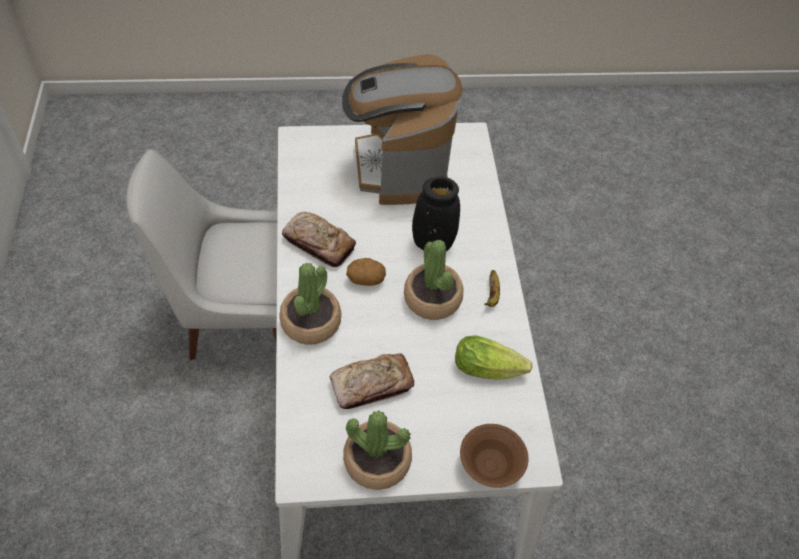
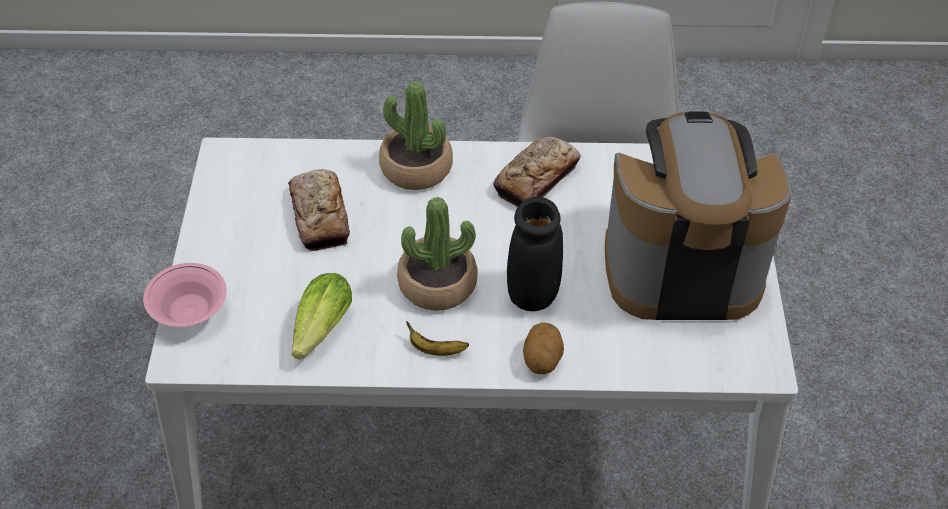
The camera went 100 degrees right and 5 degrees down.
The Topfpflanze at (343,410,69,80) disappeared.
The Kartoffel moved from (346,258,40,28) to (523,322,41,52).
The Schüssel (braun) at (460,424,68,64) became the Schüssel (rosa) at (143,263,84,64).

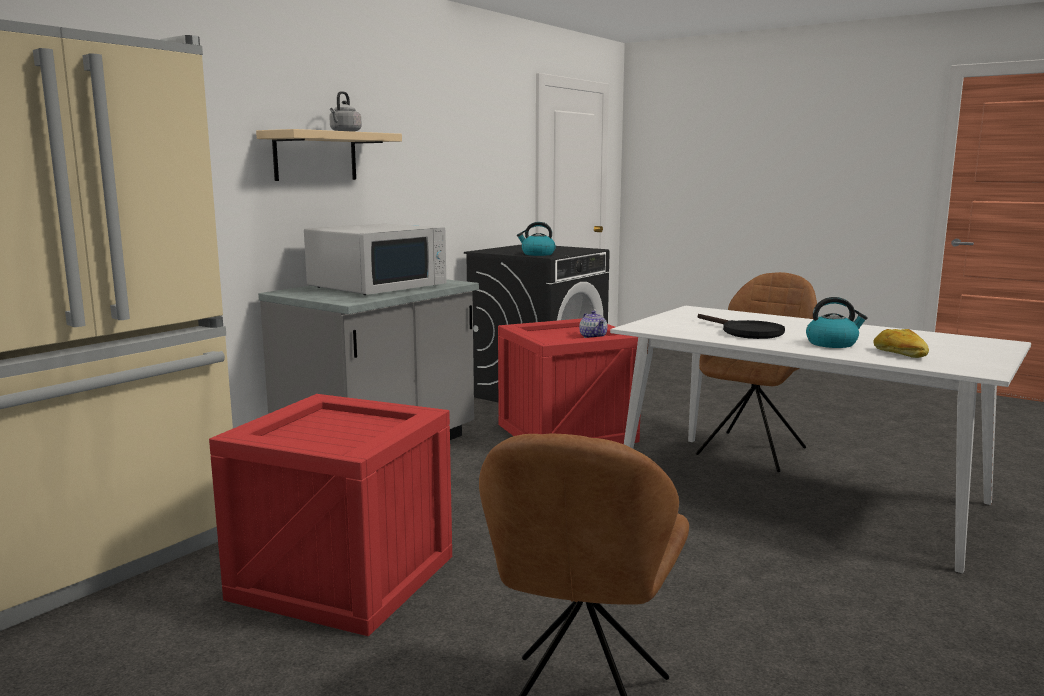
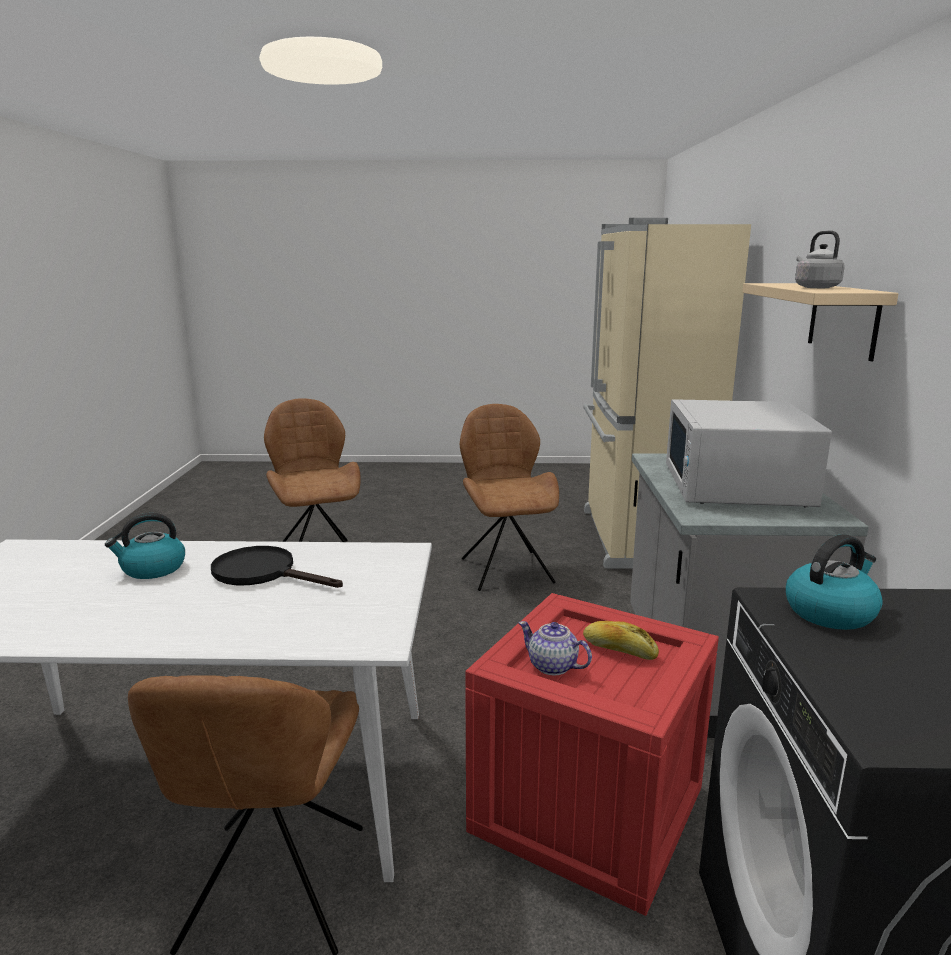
The camera went 145 degrees right and 5 degrees up.
The Brot moved from (873,329,56,29) to (583,621,76,39).
The Kiste at (209,394,243,243) was replaced by the Stuhl (braun) at (460,404,99,187).

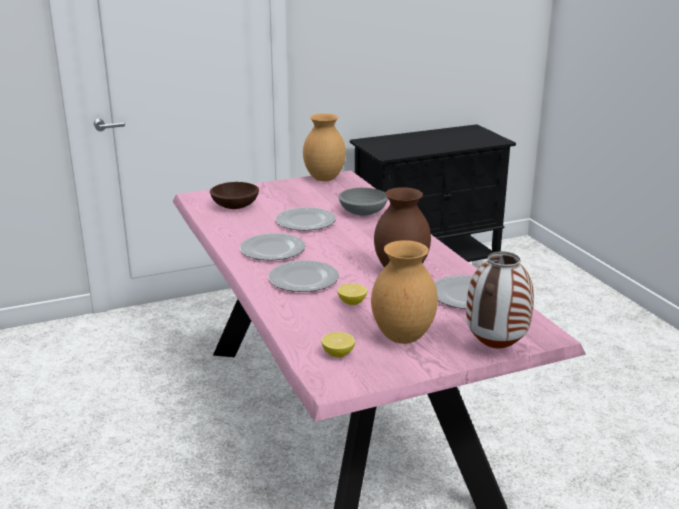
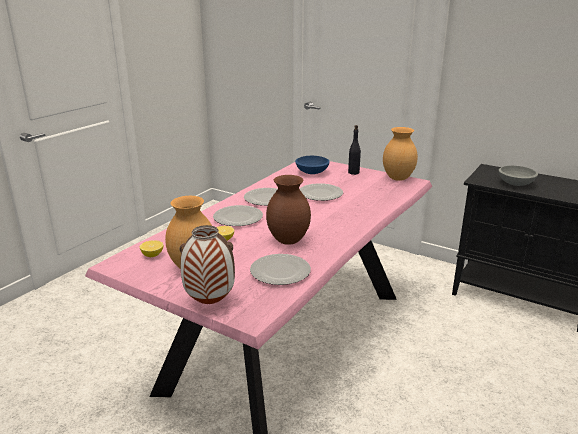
The camera went 55 degrees right and 0 degrees up.
The Flasche (schwarz) at (348,125,13,50) appeared.
The Schüssel (grau) moved from (338,188,50,28) to (499,166,39,20).
The Schüssel (braun) at (210,182,49,27) became the Schüssel (blau) at (295,156,35,18).

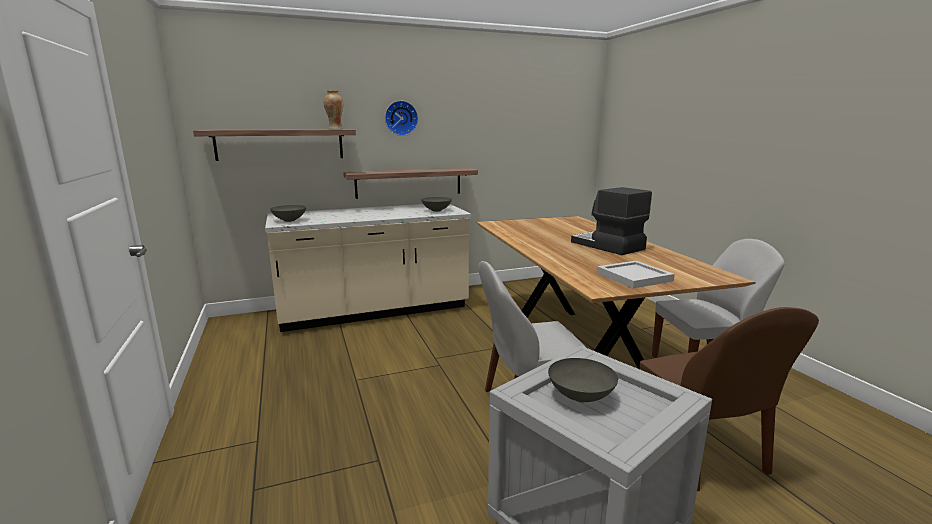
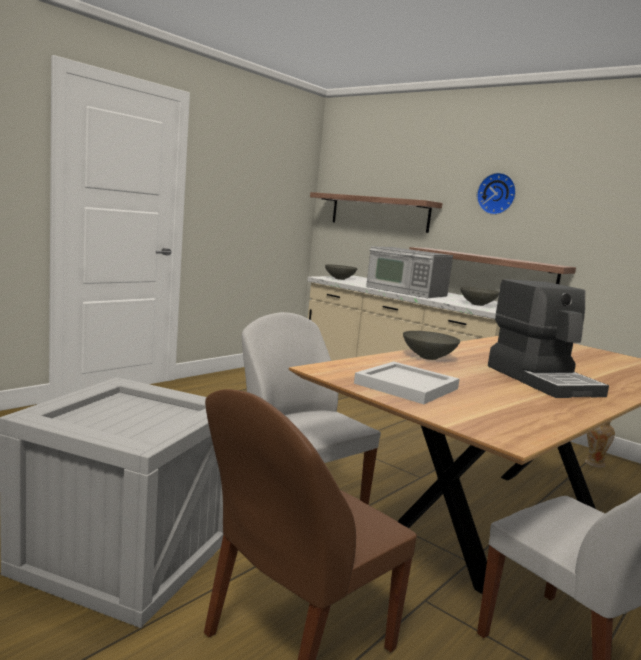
The camera went 60 degrees right and 5 degrees down.
The Mikrowelle at (366,246,87,52) appeared.
The Vase moved from (323,90,21,39) to (585,421,30,47).
The Schüssel (grau) moved from (548,358,70,44) to (403,331,57,29).
The Kaffeemaschine at (571,187,81,68) turned 135 degrees clockwise.

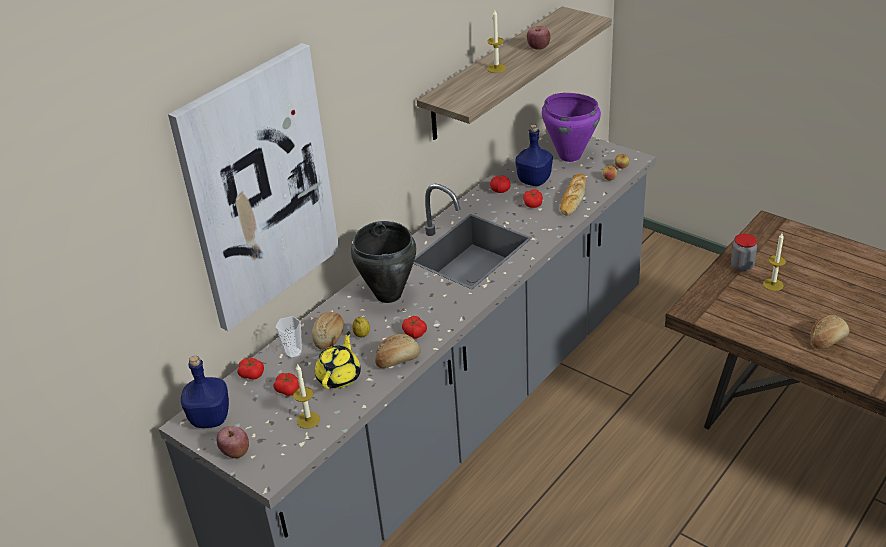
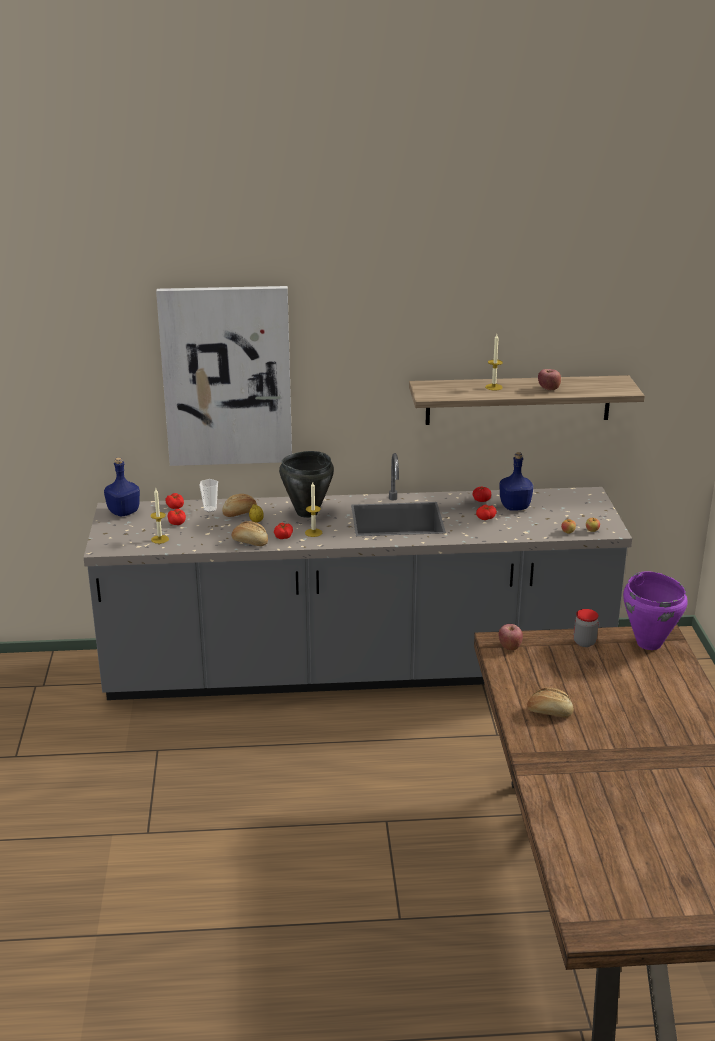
The camera went 45 degrees right and 10 degrees down.
The Teekanne (gelb) at (315,331,46,58) disappeared.
The Brot at (560,174,26,42) disappeared.
The Apfel moved from (217,426,32,32) to (499,624,24,27).
The Kochtopf (lila) moved from (542,93,59,69) to (623,571,64,79).
The Kerze moved from (763,233,23,58) to (305,482,17,55).

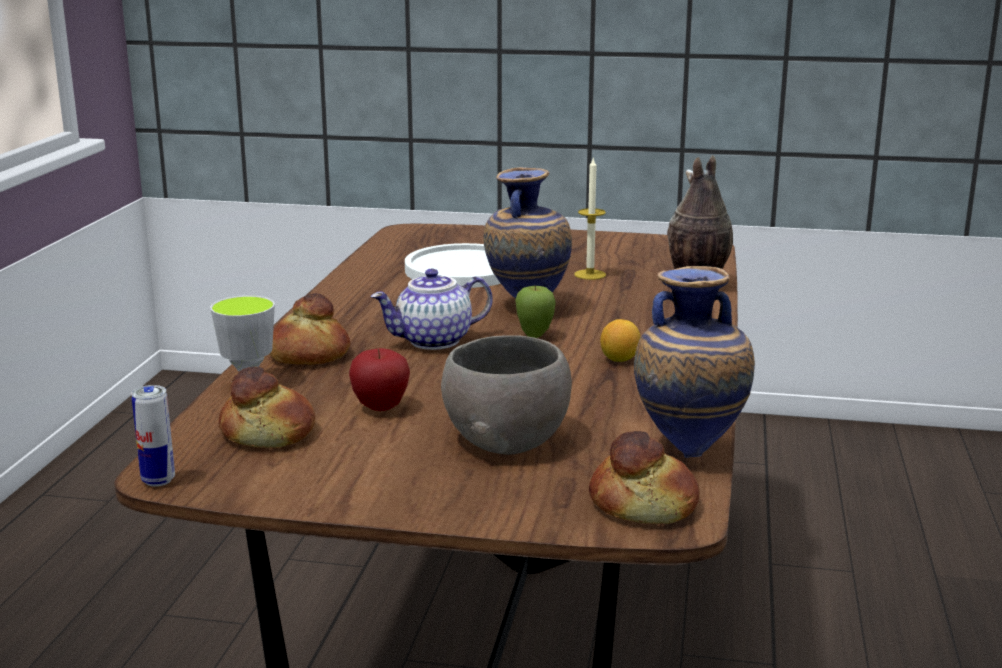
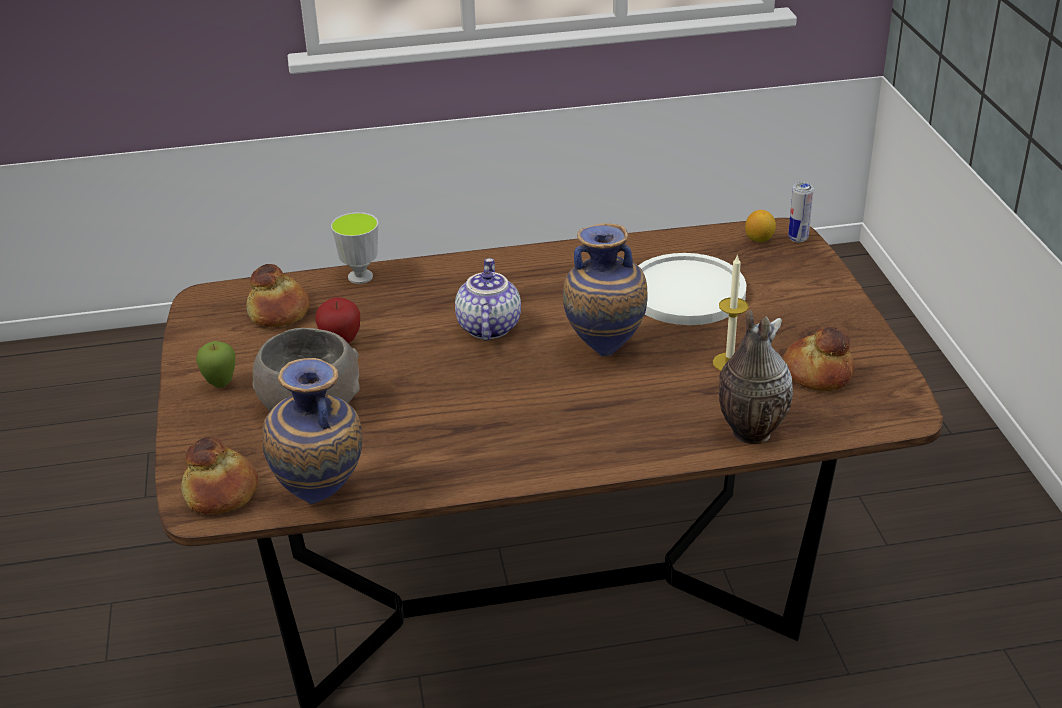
The camera went 70 degrees right and 15 degrees up.
The Dose moved from (131,385,44,102) to (788,182,26,61).
The Brot moved from (270,293,80,72) to (783,327,71,64).
The Apfel moved from (515,286,41,52) to (196,341,40,47).
The Zitrone moved from (600,319,41,43) to (745,210,31,32).
The Teekanne at (370,269,123,81) turned 45 degrees clockwise.

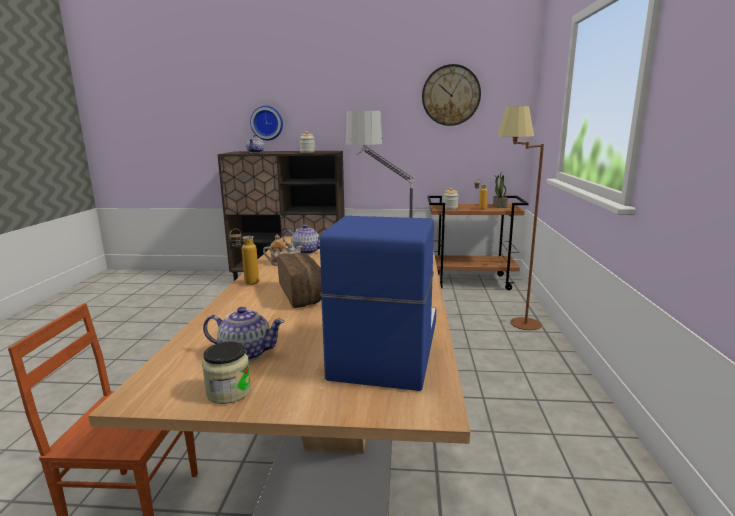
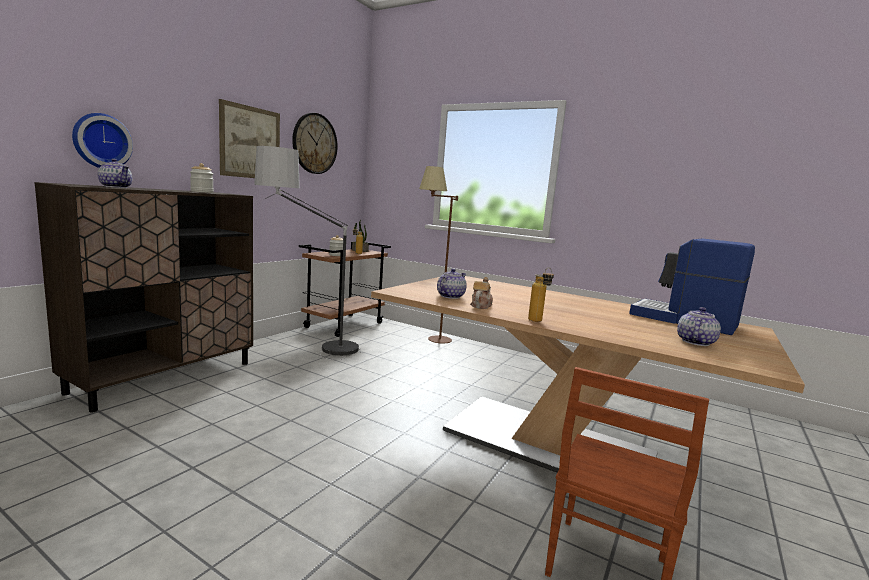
The camera went 65 degrees left and 5 degrees down.
The Vorratsglas at (202,342,49,62) disappeared.
The Brot at (277,253,45,55) disappeared.
The Bild at (219,99,61,79) appeared.

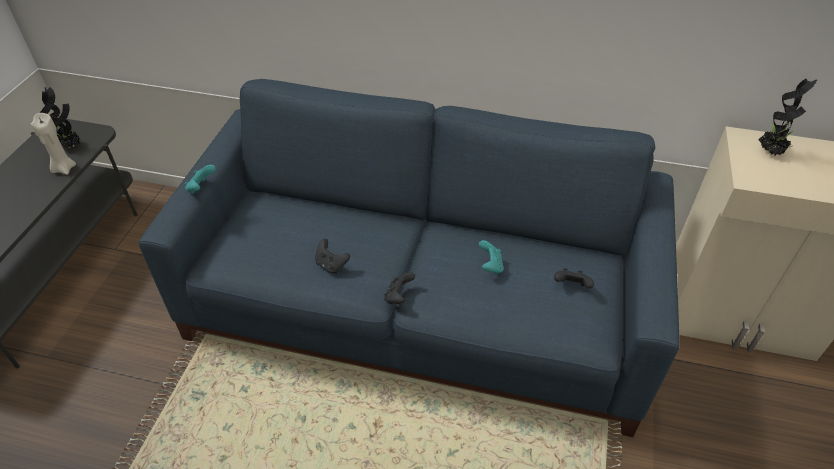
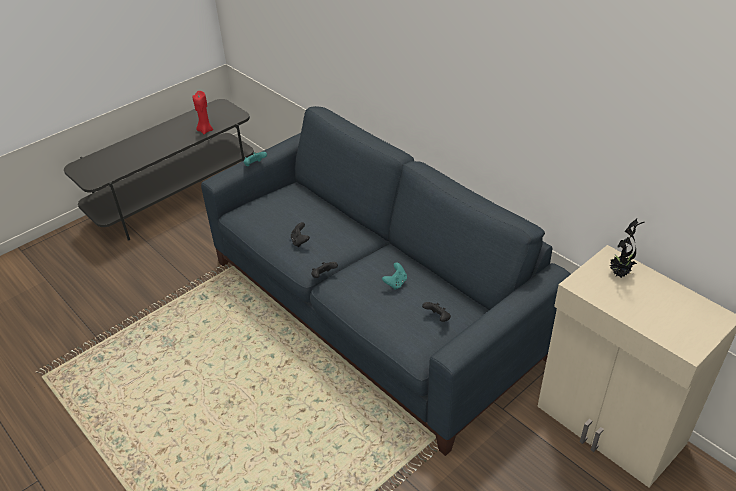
The camera went 35 degrees right and 5 degrees down.
The Topfpflanze at (40,87,40,61) disappeared.
The Kerze (beige) at (31,113,45,62) became the Kerze (rot) at (192,91,21,44).

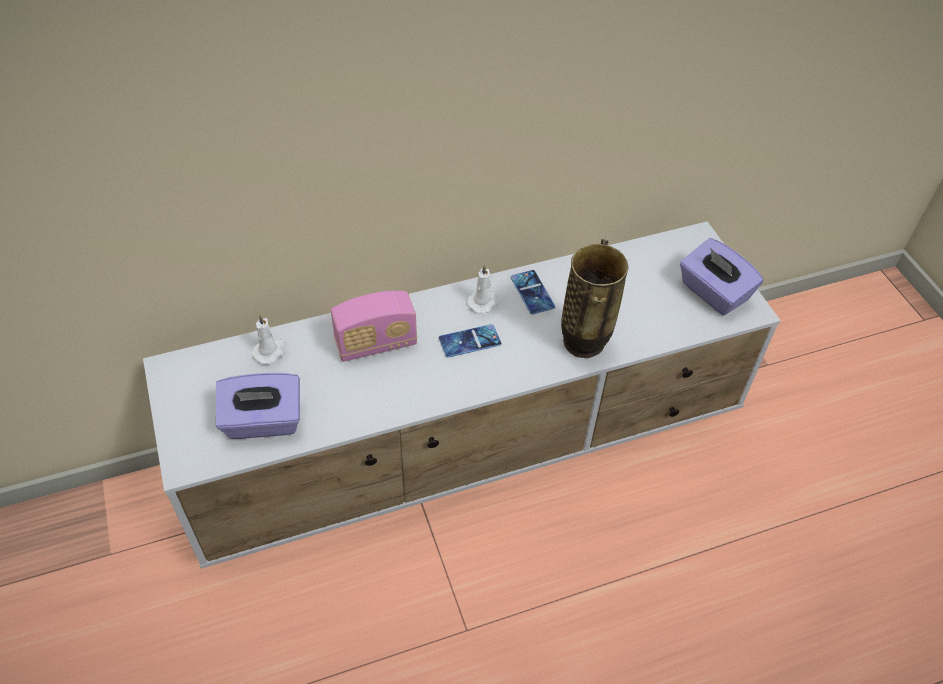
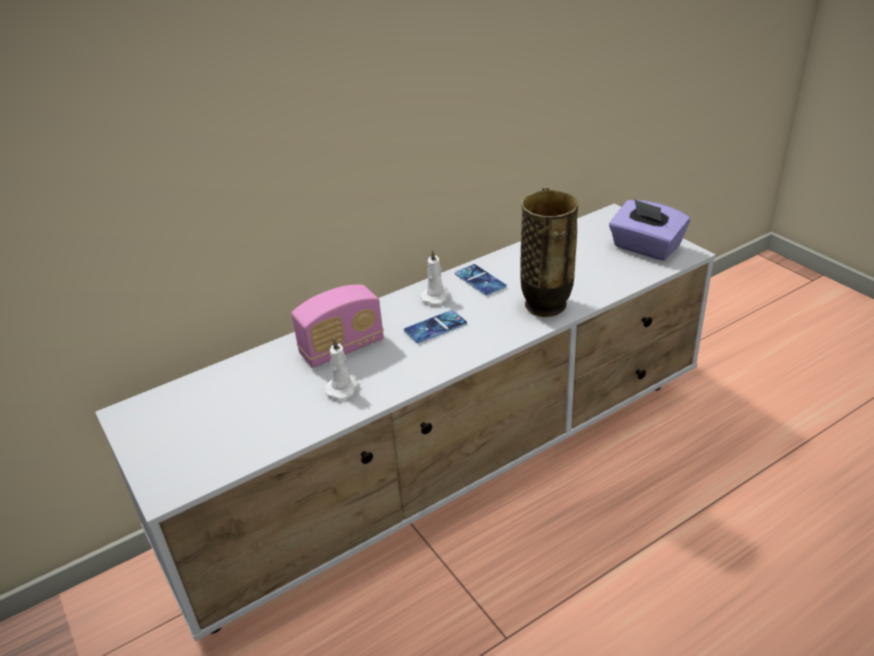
The camera went 10 degrees left and 15 degrees down.
The Taschentuchbox (lila) at (216,373,84,66) disappeared.
The Kerze (weiß) moved from (252,314,34,51) to (324,337,36,63).

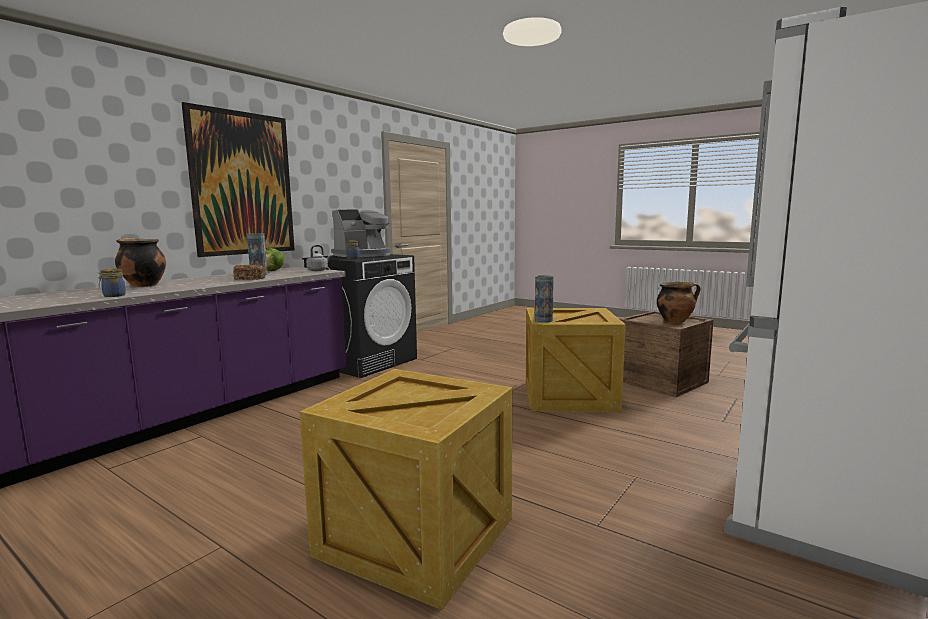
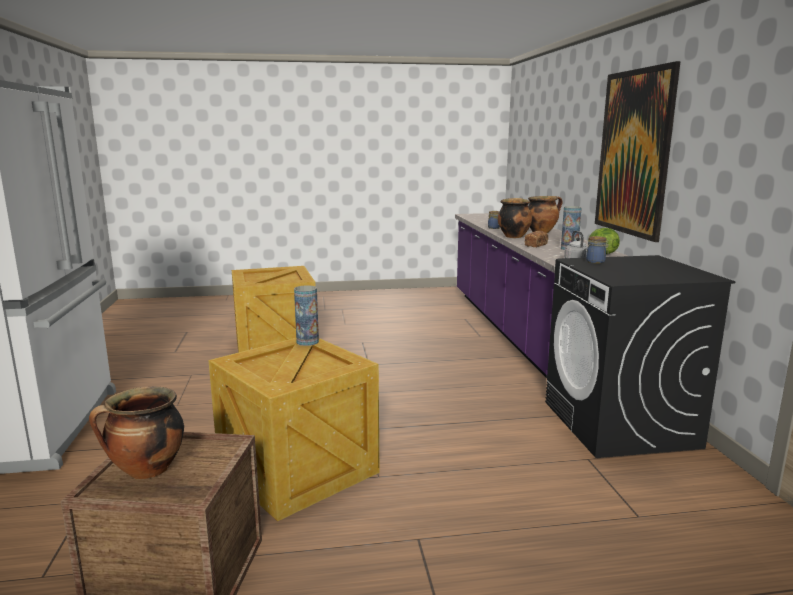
The camera went 135 degrees right and 5 degrees up.
The Kaffeemaschine at (331,210,60,47) disappeared.
The Kochtopf at (498,198,34,40) appeared.

